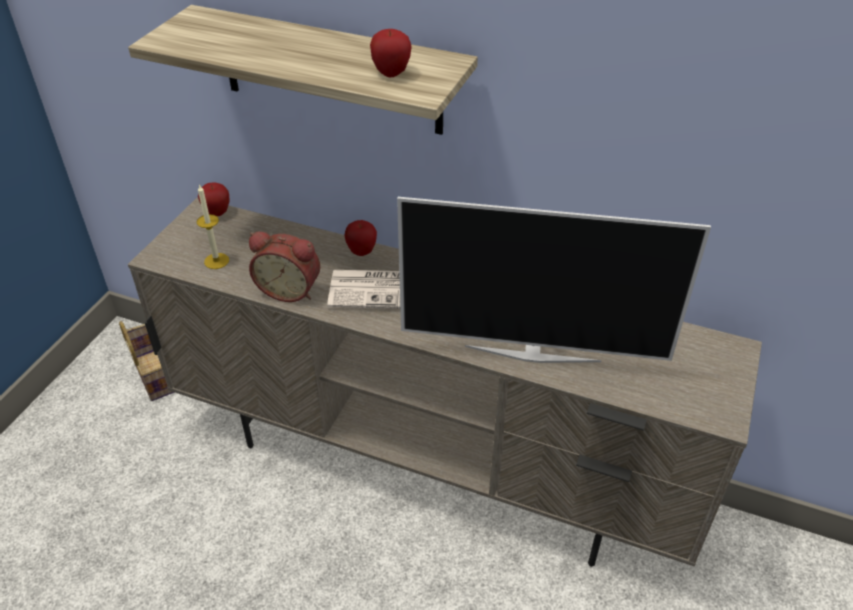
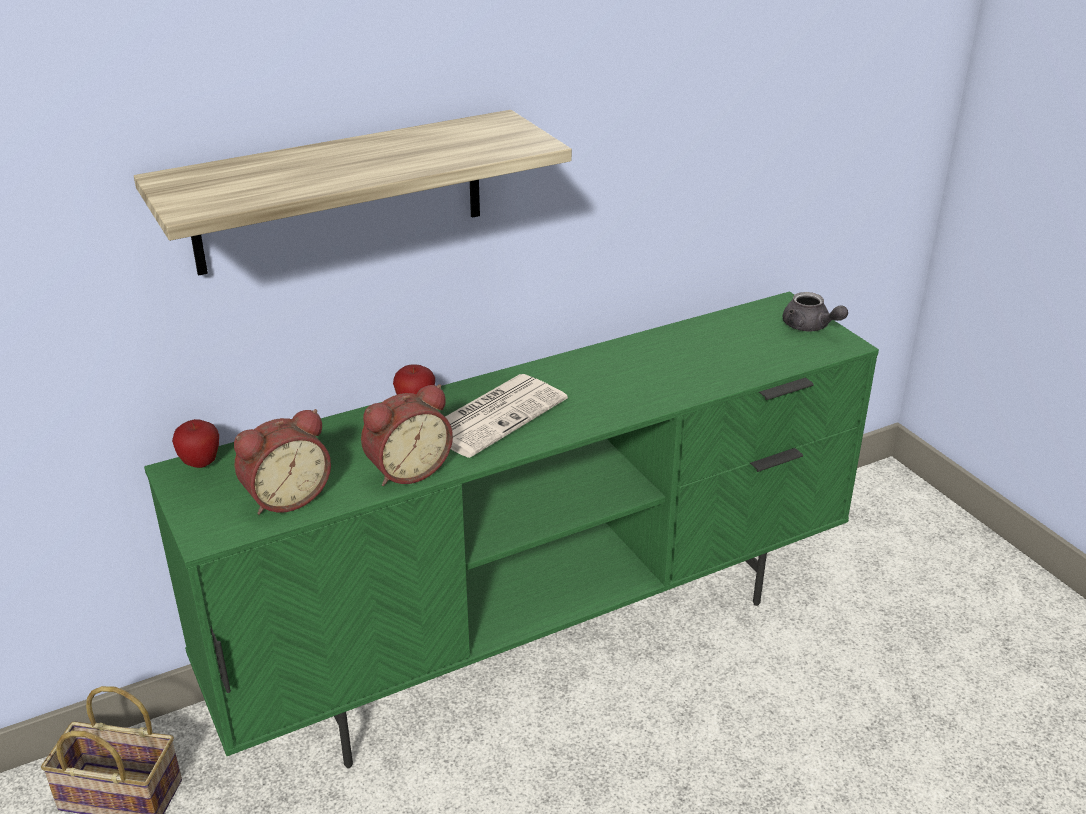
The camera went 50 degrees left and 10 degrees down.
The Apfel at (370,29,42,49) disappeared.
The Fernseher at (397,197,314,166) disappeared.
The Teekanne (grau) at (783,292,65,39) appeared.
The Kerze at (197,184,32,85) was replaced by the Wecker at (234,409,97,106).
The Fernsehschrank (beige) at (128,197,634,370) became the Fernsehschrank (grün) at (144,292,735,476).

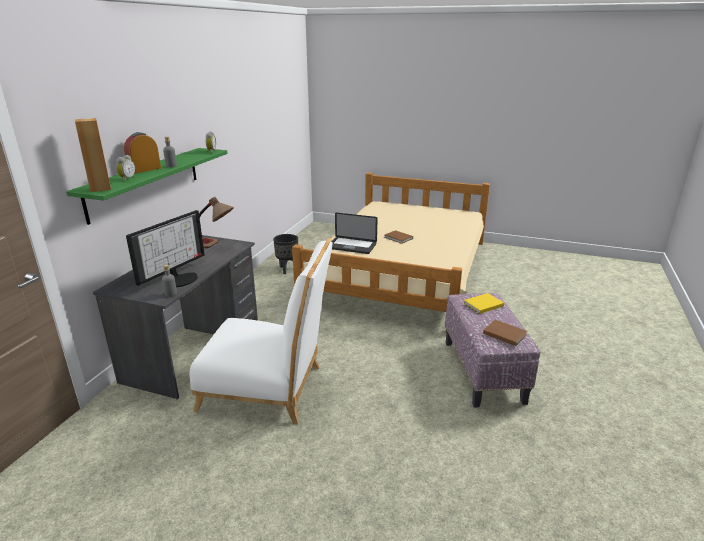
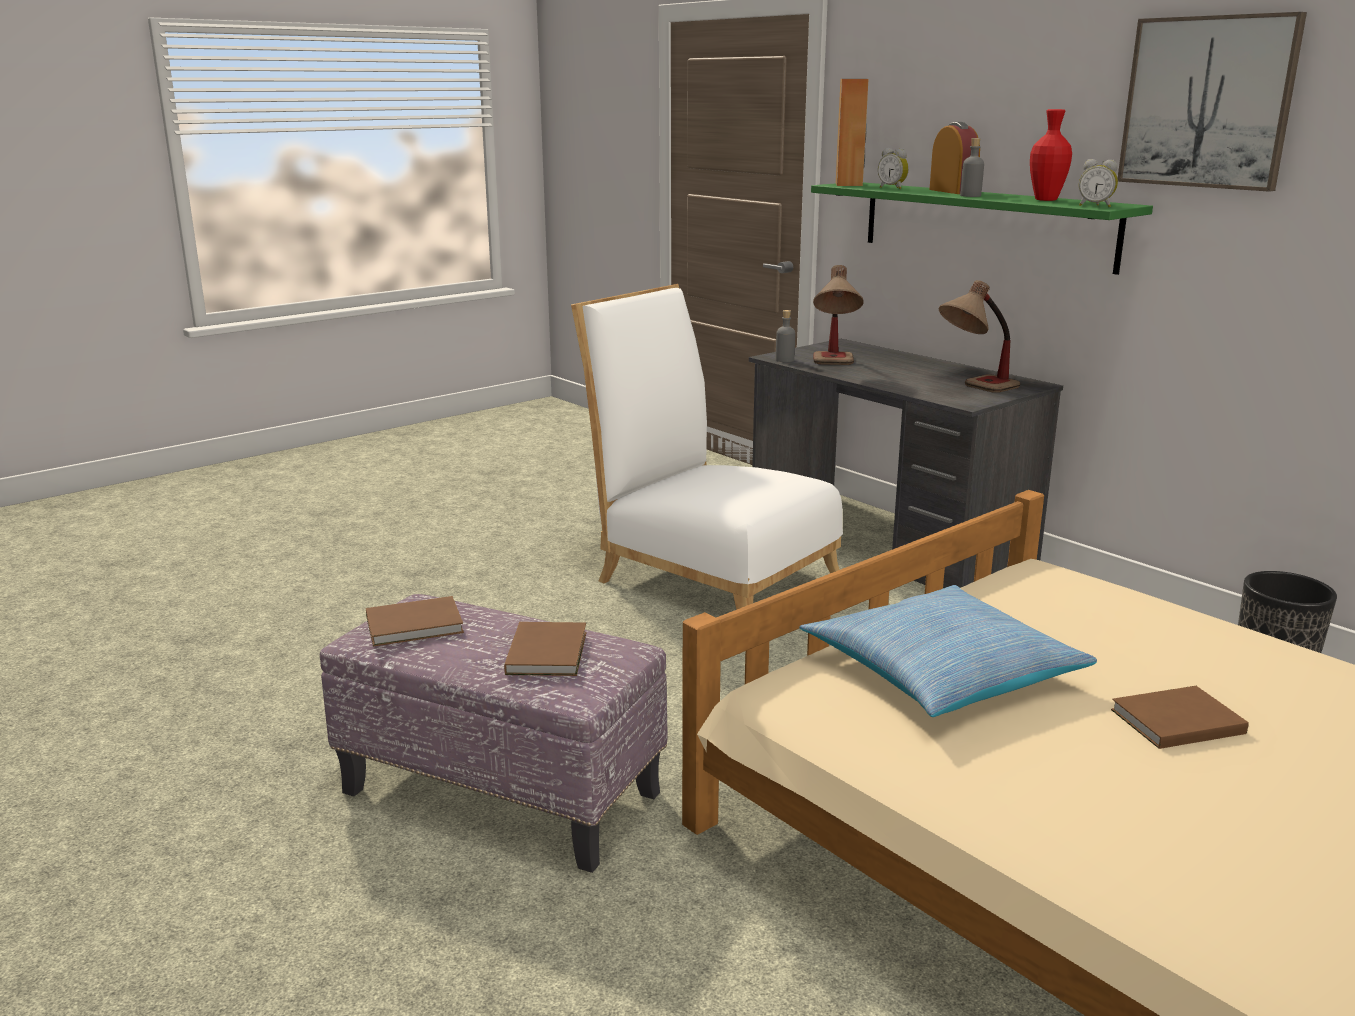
The camera went 120 degrees right and 5 degrees down.
The Laptop at (331,213,47,41) disappeared.
The Kissen at (799,585,298,132) appeared.
The Vase (rot) at (1030,109,42,92) appeared.
The Bild at (1117,12,190,180) appeared.
The Monitor at (126,210,79,77) was replaced by the Tischlampe at (813,265,50,100).
The Buch (gelb) at (464,293,40,21) became the Buch (braun) at (504,622,82,54).
The Stuhl (weiß) at (190,238,143,187) turned 90 degrees clockwise.

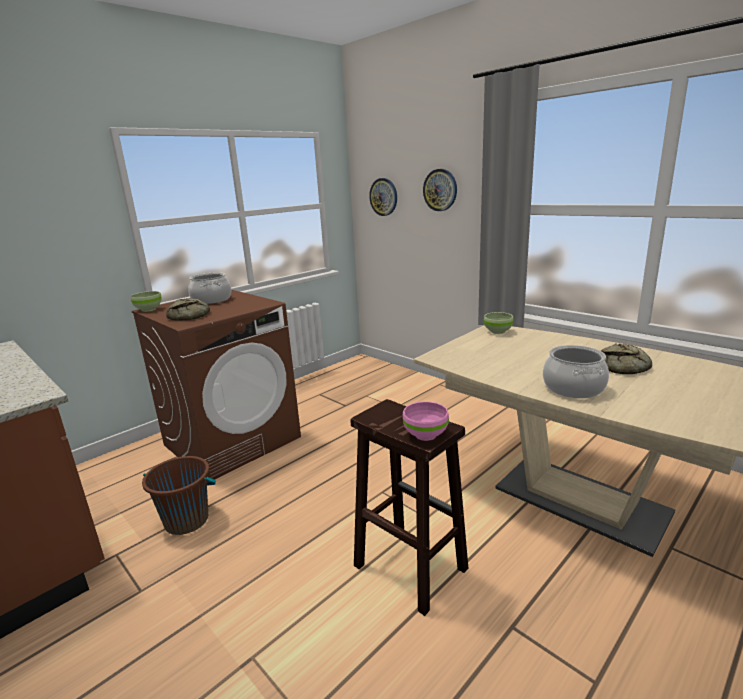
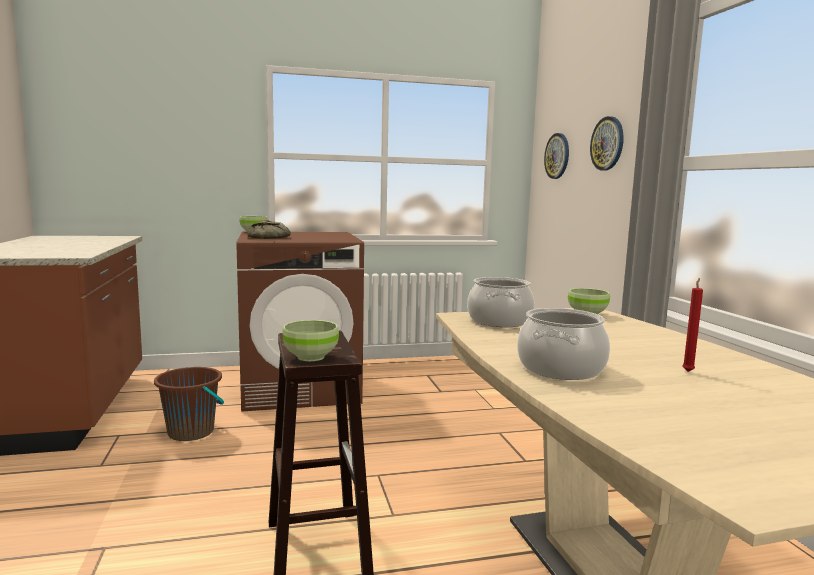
The camera went 30 degrees right and 10 degrees down.
The Kochtopf moved from (188,272,43,32) to (467,277,68,50).
The Brot at (601,343,51,31) was replaced by the Kerze (rot) at (682,278,21,94).
The Schüssel (rosa) at (403,401,46,40) became the Schüssel (grün) at (283,320,56,41).

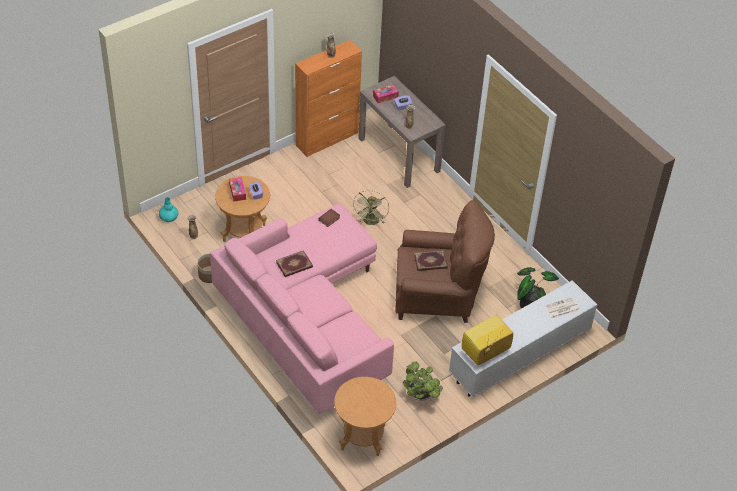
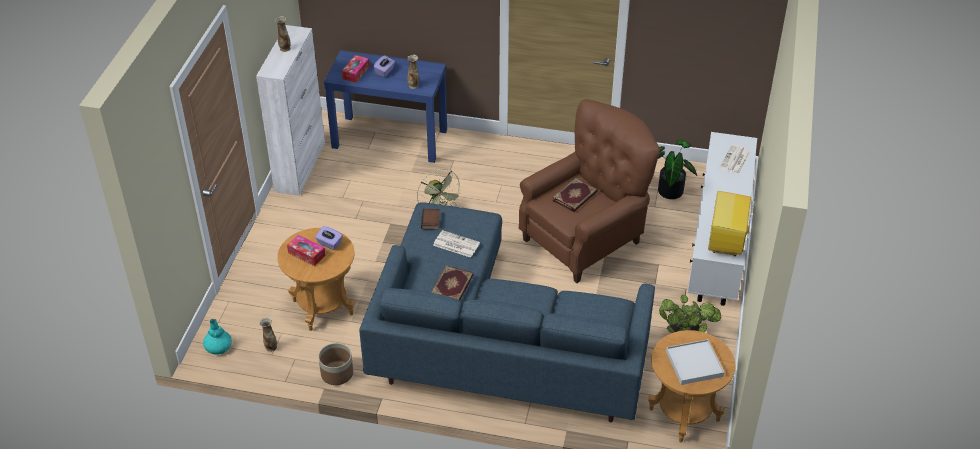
The camera went 40 degrees left and 5 degrees down.
The Zeitung at (433,230,47,28) appeared.
The Tablett (weiß) at (666,339,58,46) appeared.
The Sofa (rosa) at (210,204,184,210) became the Sofa (blau) at (359,202,296,220).
The Schrank (orange) at (295,40,67,117) became the Schrank (weiß) at (256,25,69,171).
The Konsolentisch (braun) at (358,76,88,112) became the Konsolentisch (blau) at (324,50,123,113).

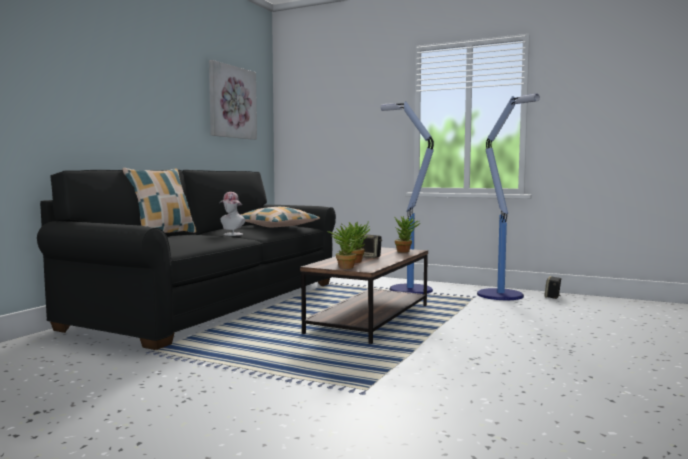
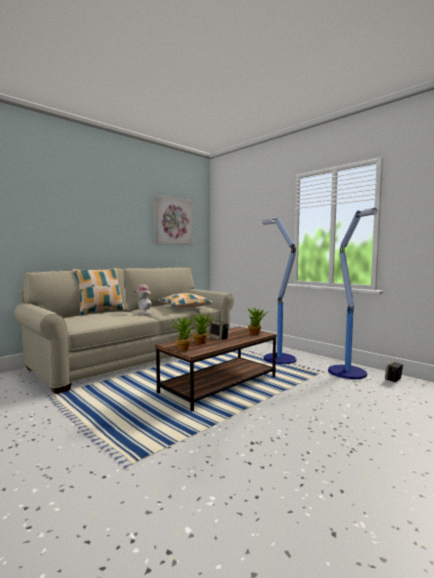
The camera went 20 degrees right and 0 degrees up.
The Sofa (schwarz) at (37,170,299,180) became the Sofa (beige) at (14,267,220,127).

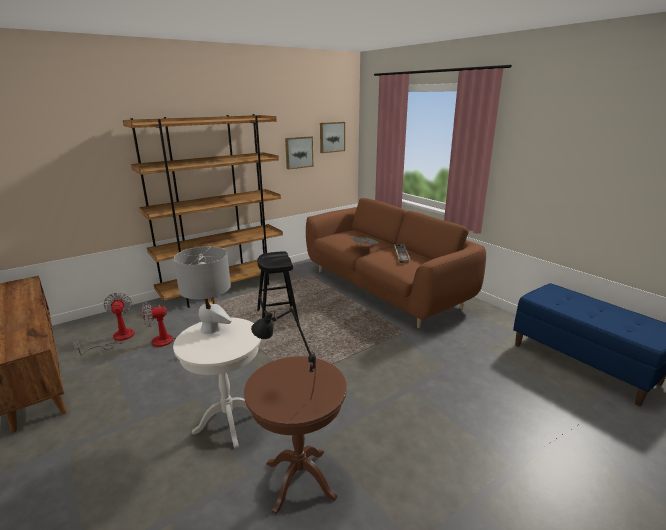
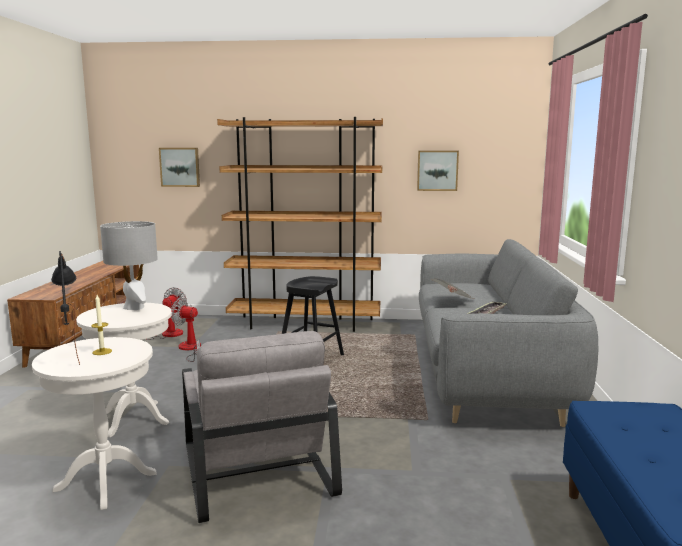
The camera went 40 degrees right and 10 degrees down.
The Kerze at (91,295,21,60) appeared.
The Sessel (grau) at (182,331,160,192) appeared.
The Bild moved from (320,122,25,31) to (159,148,41,39).
The Beistelltisch (braun) at (244,356,103,158) became the Beistelltisch (weiß) at (32,337,124,173).
The Sofa (braun) at (306,198,180,130) became the Sofa (grau) at (419,239,179,188).

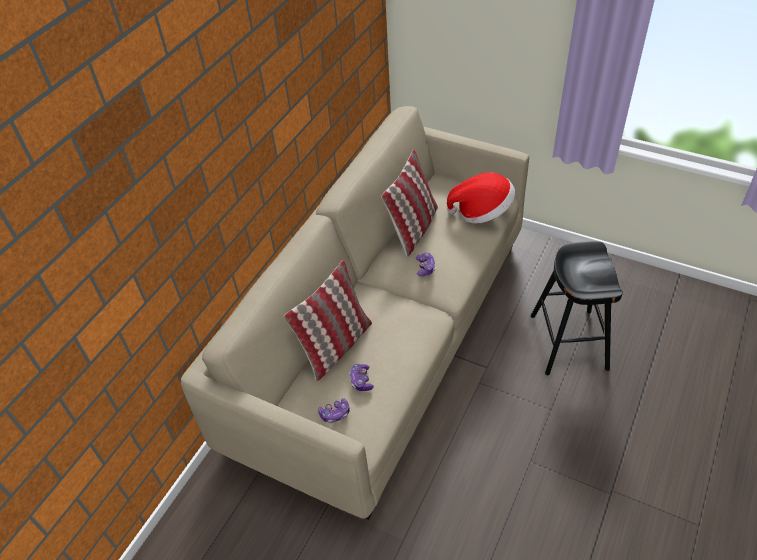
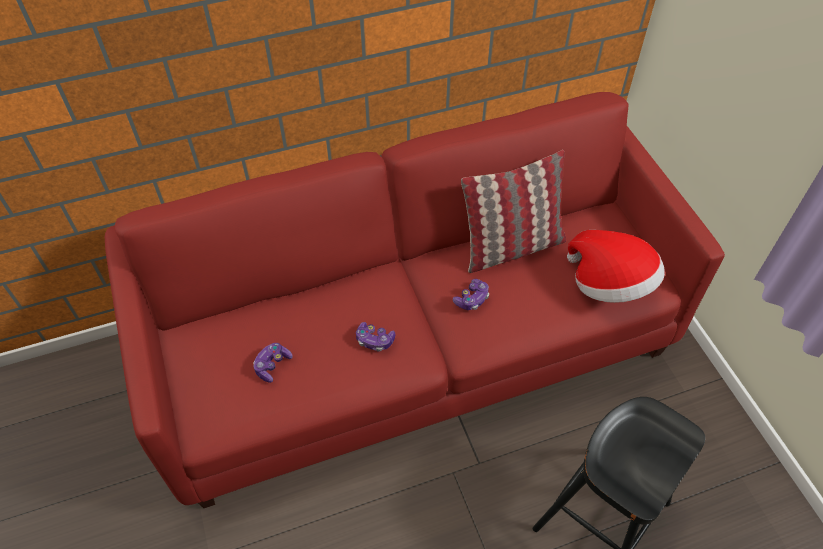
The camera went 40 degrees right and 5 degrees up.
The Kissen at (284,260,88,121) disappeared.
The Gamepad moved from (318,398,32,25) to (356,322,39,30).
The Sofa (beige) at (181,106,348,414) became the Sofa (rot) at (105,92,620,416).

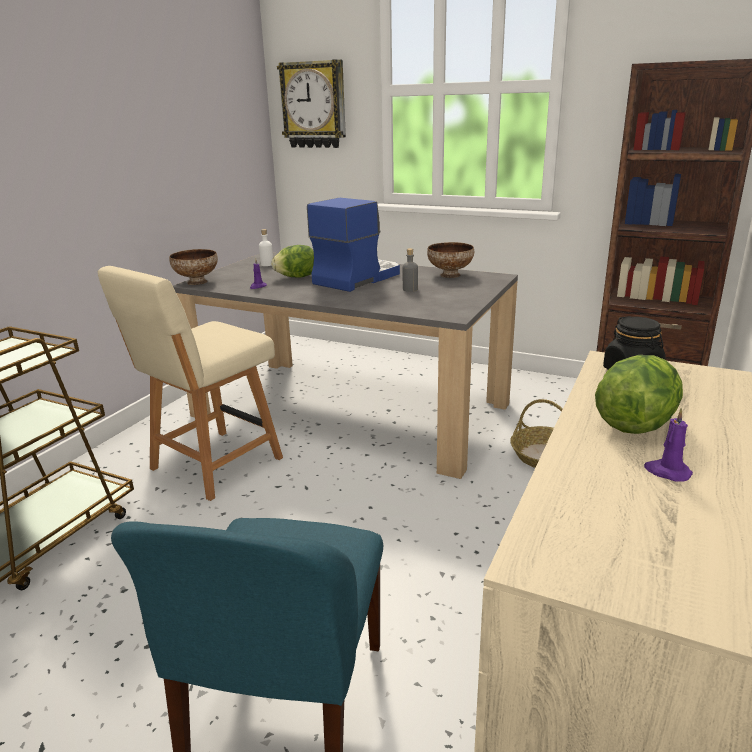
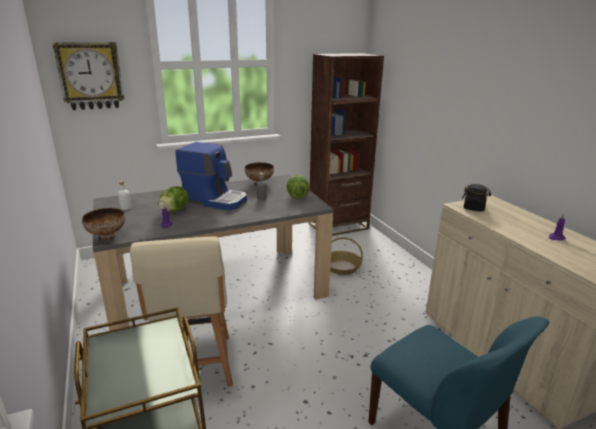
The camera went 50 degrees left and 0 degrees up.
The Salatkopf moved from (595,355,88,79) to (287,175,23,24).
The Kaffeemaschine at (307,198,93,94) turned 120 degrees clockwise.

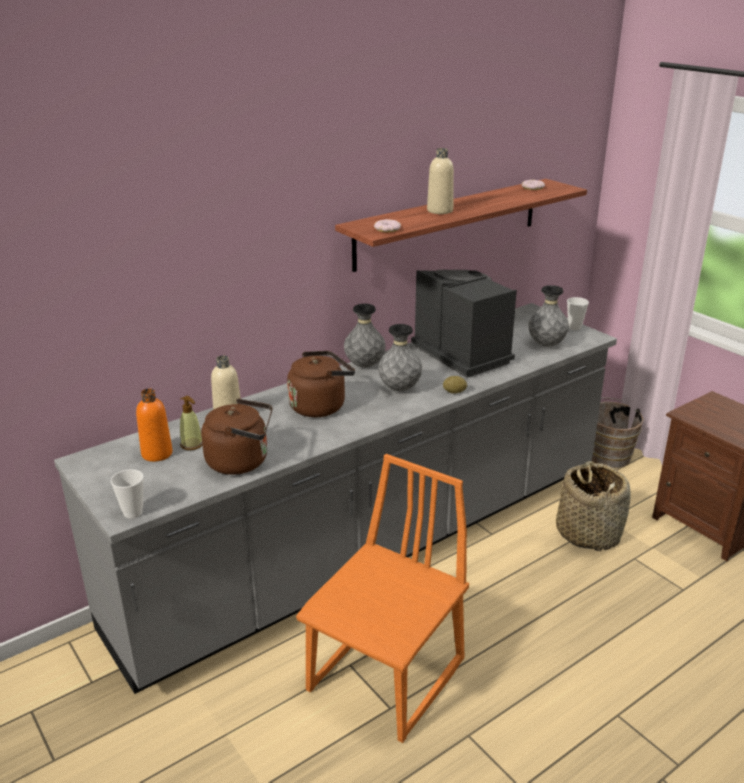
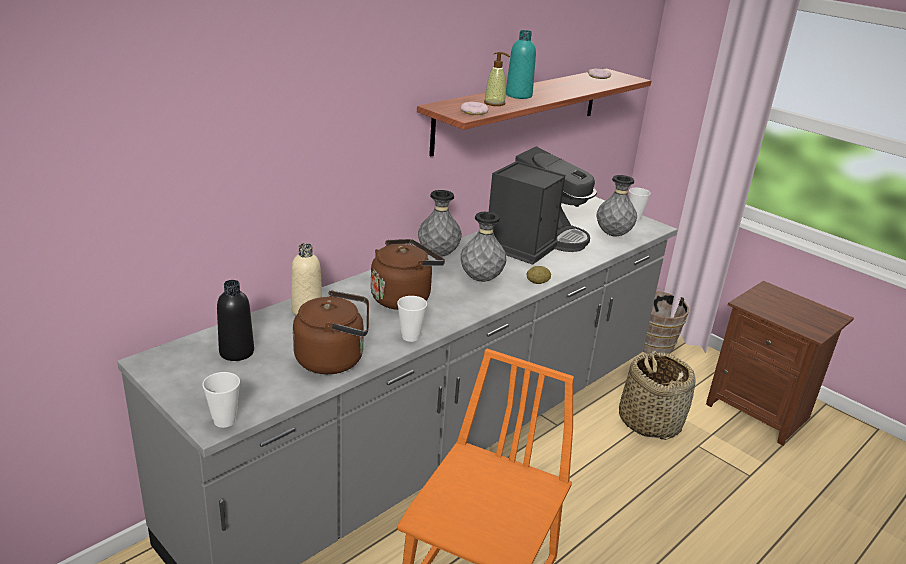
The camera went 10 degrees left and 0 degrees up.
The Tasse at (397,296,30,46) appeared.
The Seifenspender moved from (180,396,22,54) to (484,52,26,54).
The Flasche (orange) at (136,389,37,73) became the Flasche (schwarz) at (217,280,37,81).
The Flasche (beige) at (427,148,27,66) became the Flasche (türkis) at (506,30,30,69).
The Kaffeemaschine at (411,270,106,108) turned 75 degrees clockwise.

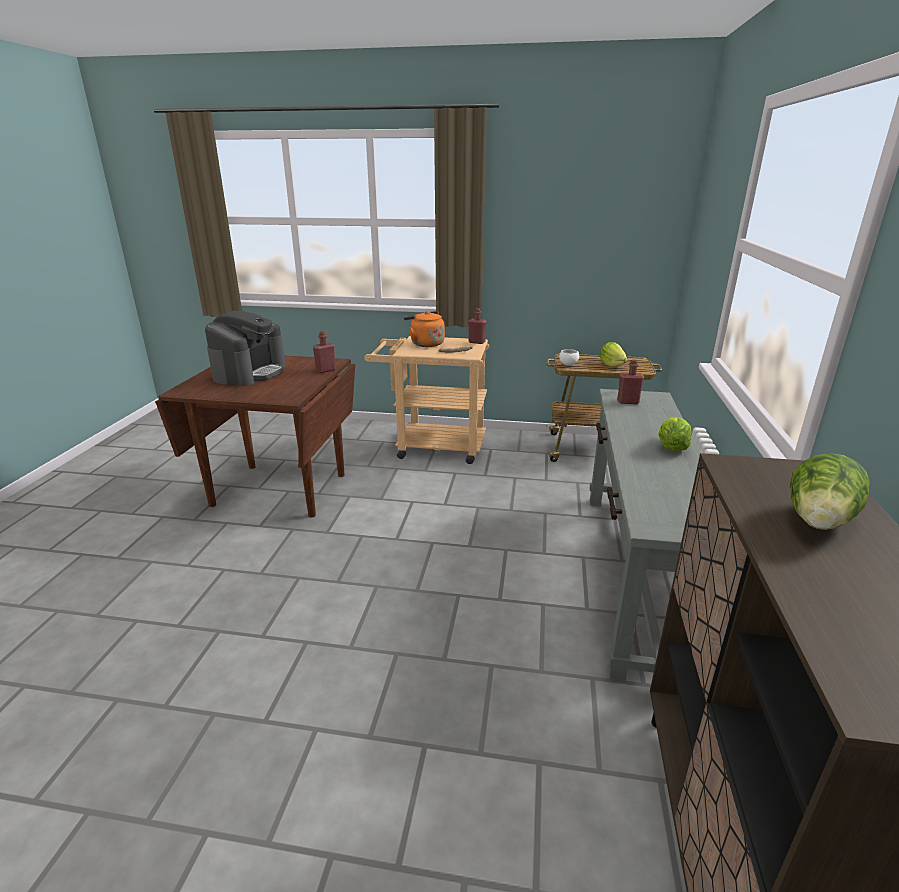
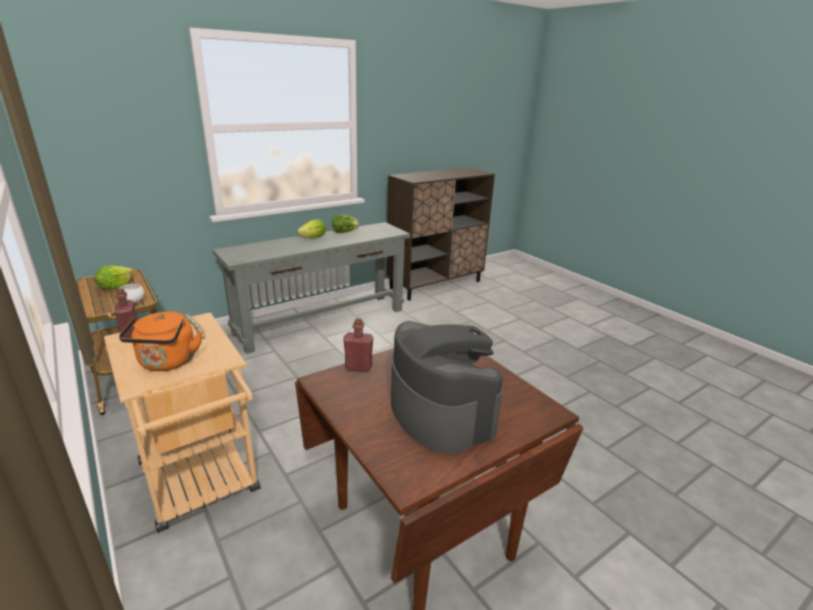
The camera went 135 degrees left and 0 degrees up.
The Flasche (rot) at (617,359,27,45) disappeared.
The Salatkopf moved from (790,453,80,77) to (332,214,27,19).
The Kaffeemaschine at (205,311,81,75) turned 90 degrees clockwise.

